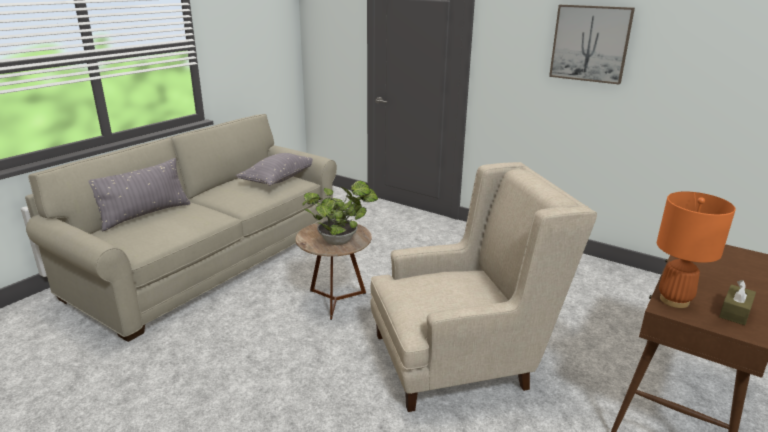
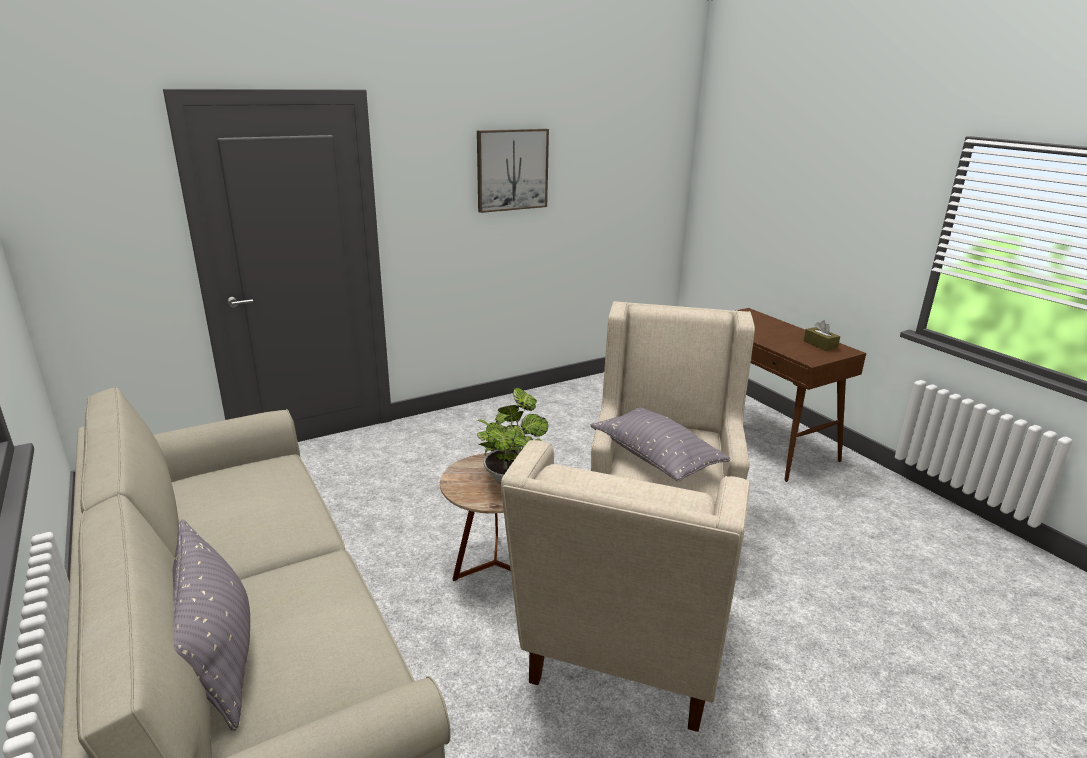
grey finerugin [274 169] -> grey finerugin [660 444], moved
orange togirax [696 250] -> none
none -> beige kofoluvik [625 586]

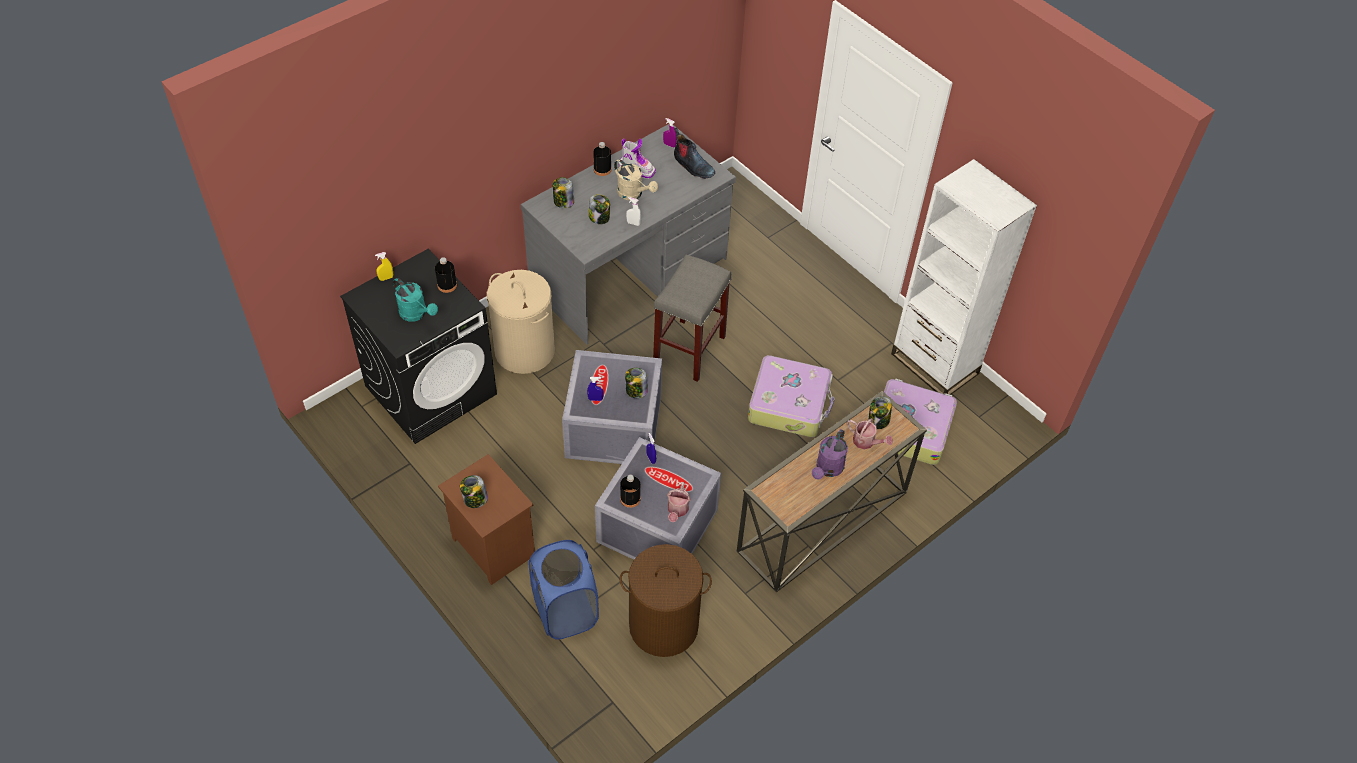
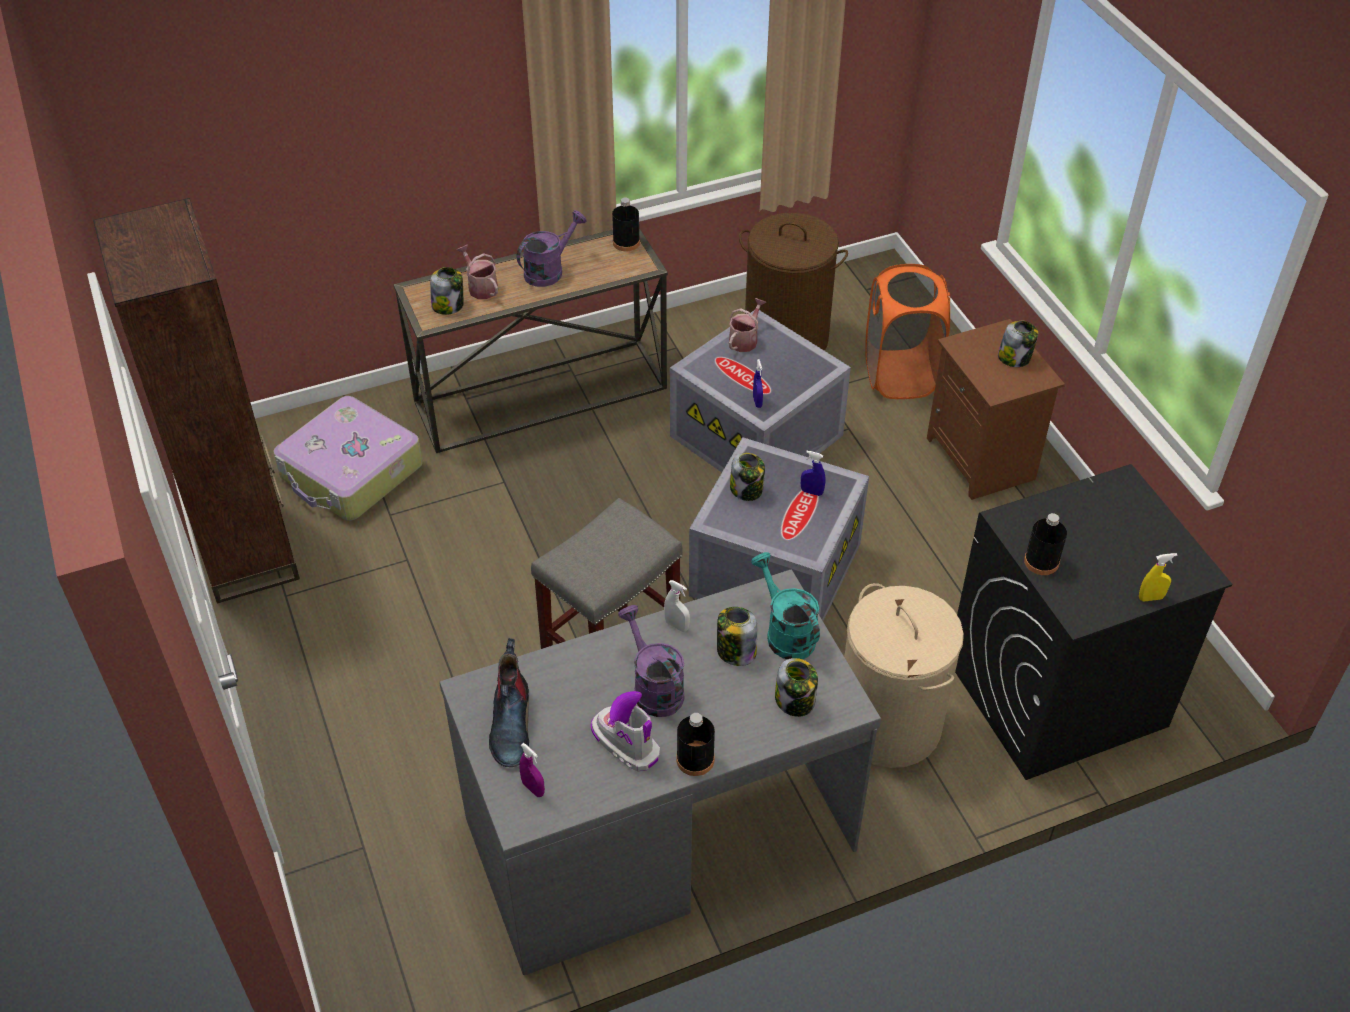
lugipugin [694 153] -> lugipugin [509 702], 150 degrees counterclockwise
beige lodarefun [636 179] -> purple lodarefun [651 661]
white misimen [964 277] -> brown misimen [196 401]
turquoise lodarefun [415 300] -> turquoise lodarefun [785 605], moved
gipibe [791 396] -> none
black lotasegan [630 491] -> black lotasegan [626 224], moved
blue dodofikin [564 590] -> orange dodofikin [907 331]

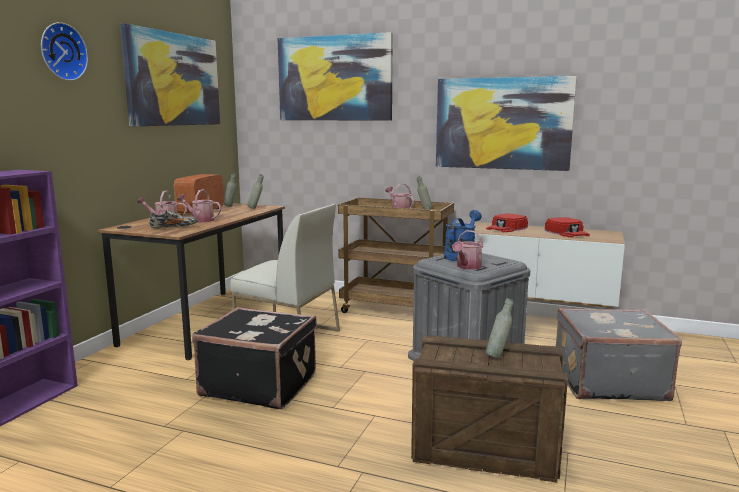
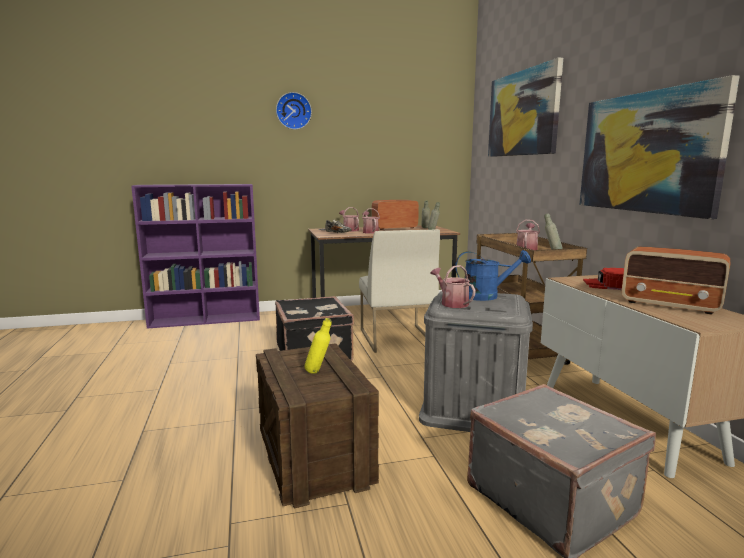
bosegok [170 75] -> none
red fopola [567 227] -> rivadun [676 281]
lodarefun [467 249] -> lodarefun [453 286], 60 degrees clockwise
grey lotasegan [500 328] -> yellow lotasegan [318 346]

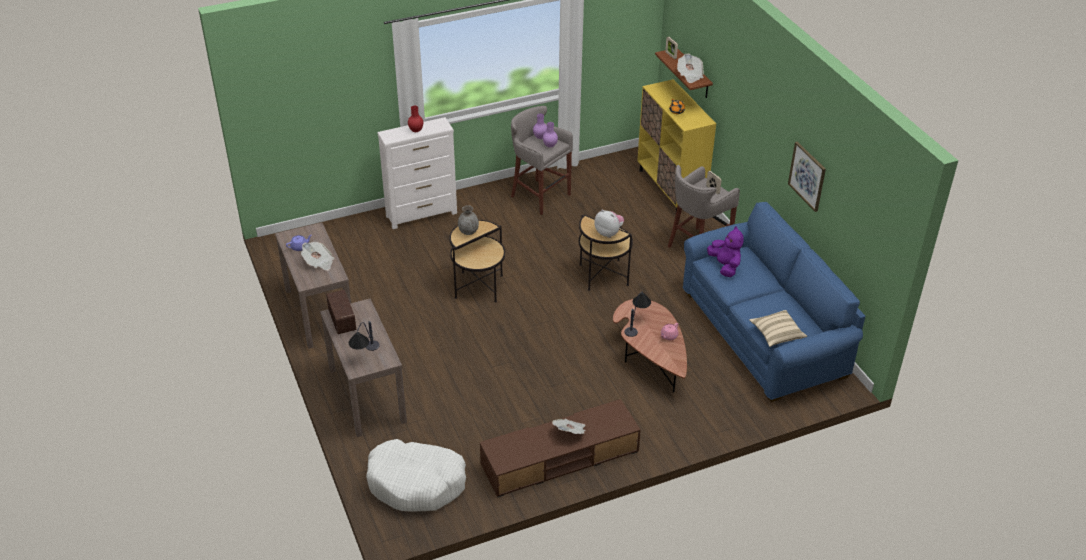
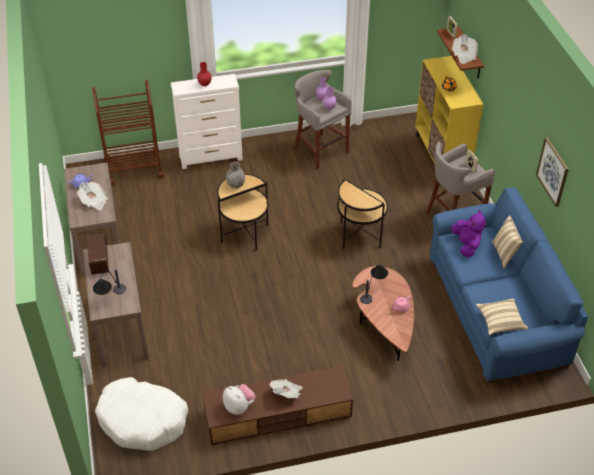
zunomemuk [609 223] -> zunomemuk [239 399], moved
none -> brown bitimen [128 133]
none -> beige finerugin [507 242]

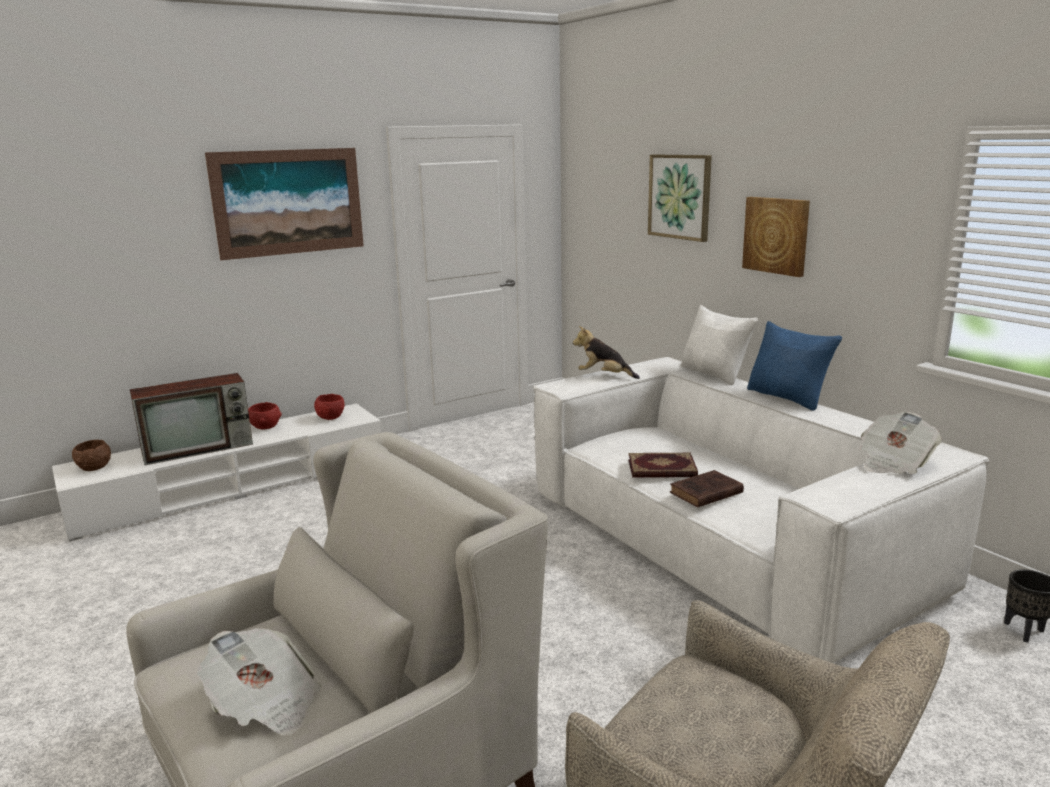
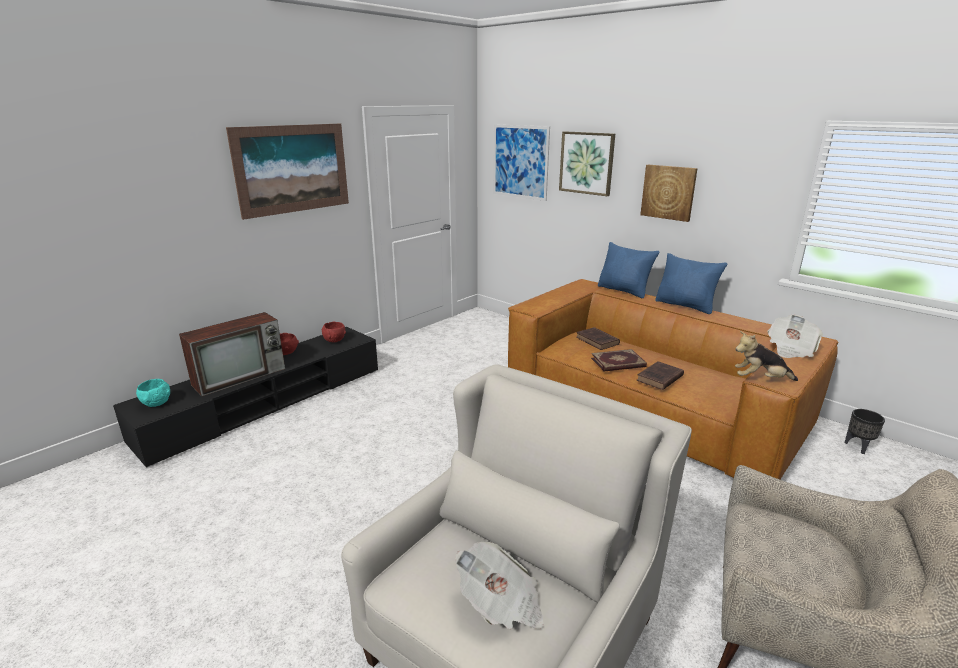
white finerugin [719 345] -> blue finerugin [628 270]
zunomemuk [606 352] -> zunomemuk [766 356], moved
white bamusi [761 510] -> brown bamusi [673 379]
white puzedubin [216 472] -> black puzedubin [245 397]
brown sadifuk [91 455] -> turquoise sadifuk [153 393]
none -> bosegok [521 162]
none -> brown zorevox [598 338]

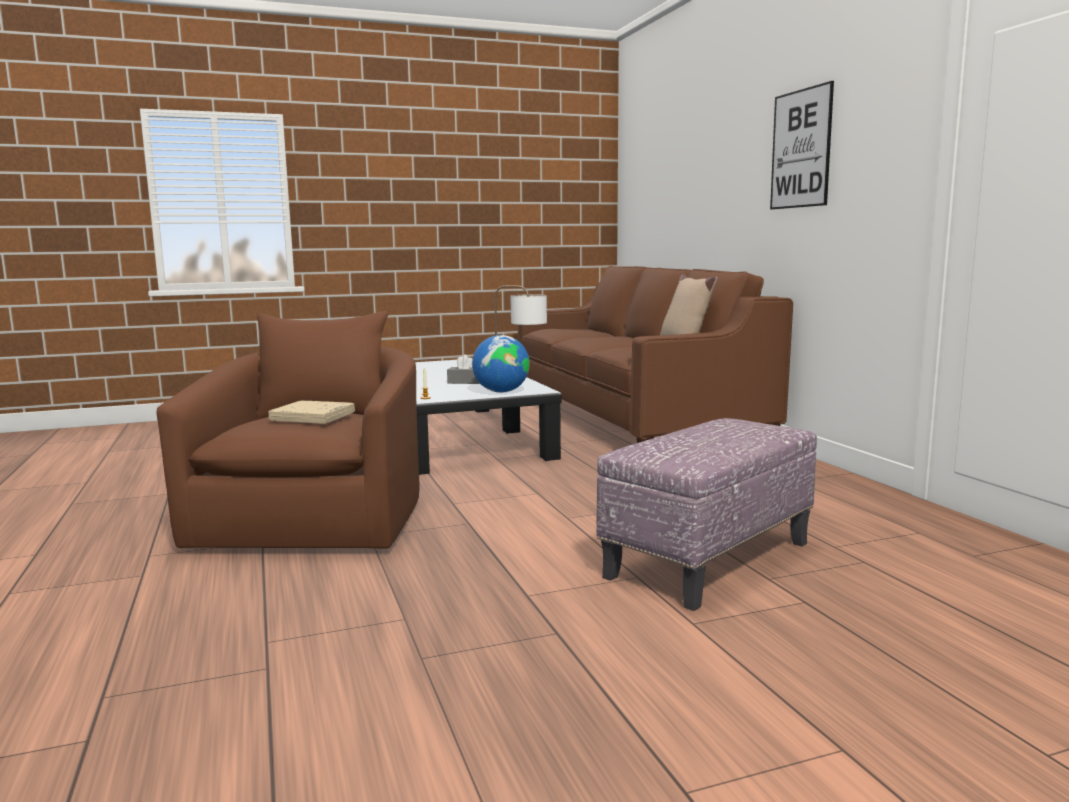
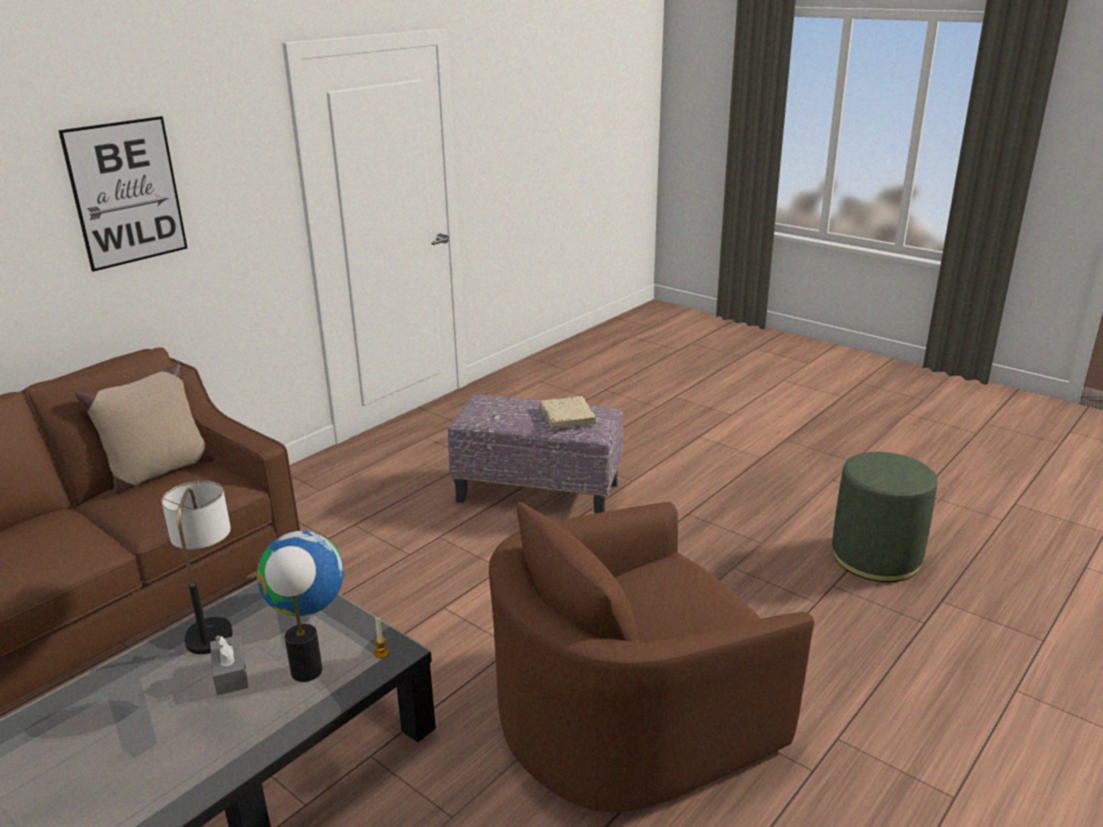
beige zorevox [311 412] -> beige zorevox [568 412], moved
none -> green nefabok [885 517]
none -> togirax [294 614]

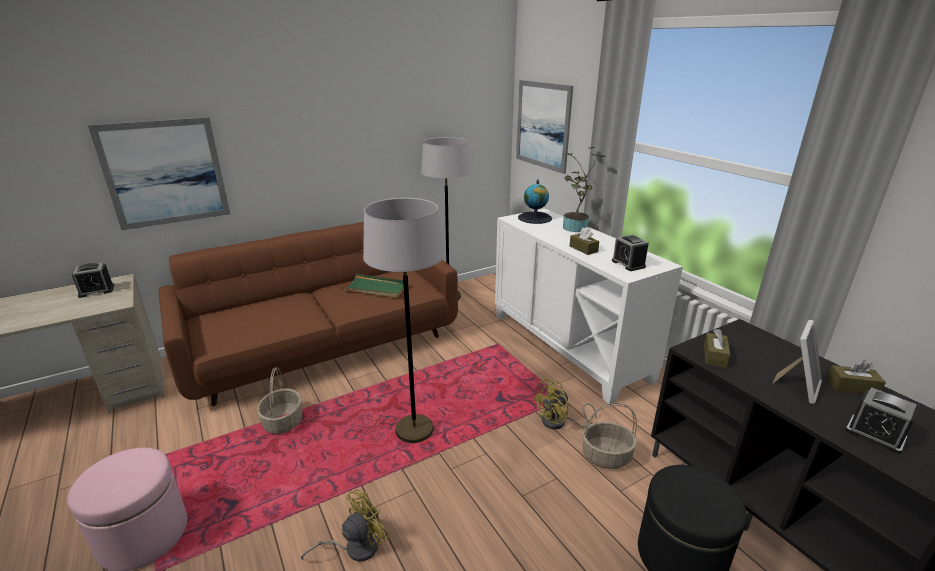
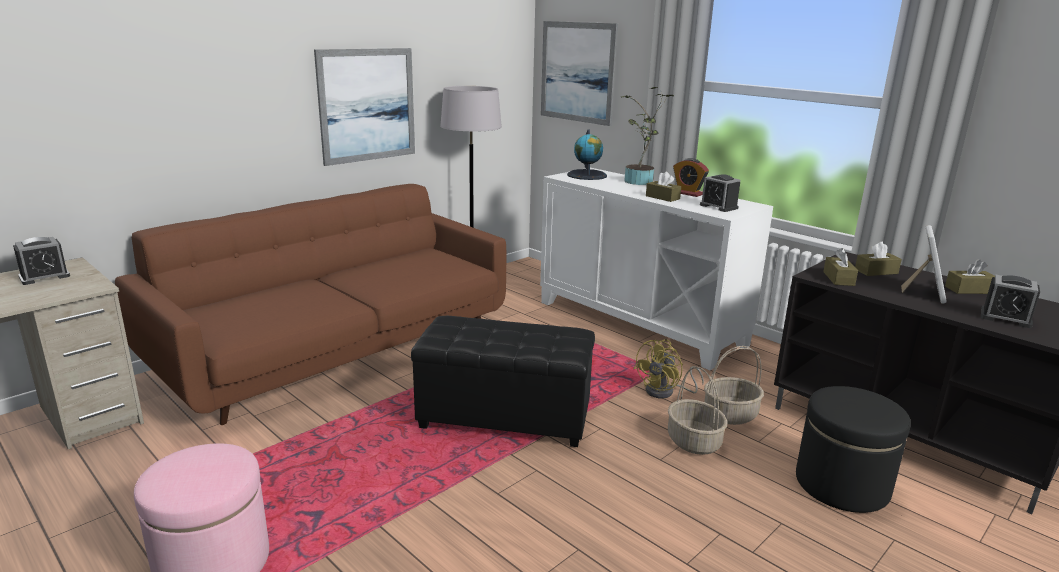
bosegok [159 173] -> bosegok [364 107], moved
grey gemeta [403 320] -> black nefabok [503 381]
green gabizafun [373 286] -> none
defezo [279 400] -> defezo [698 411], moved
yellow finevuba [345 526] -> none
none -> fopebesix [691 177]
none -> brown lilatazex [878 259]

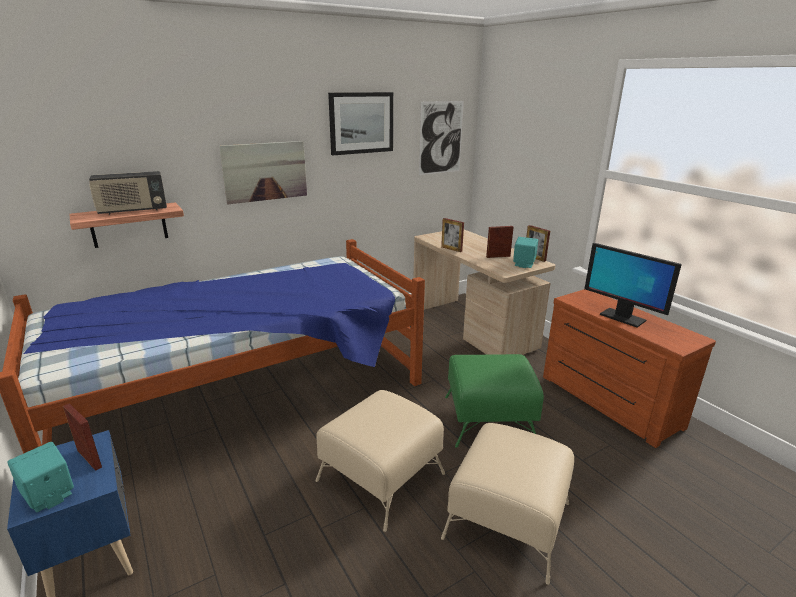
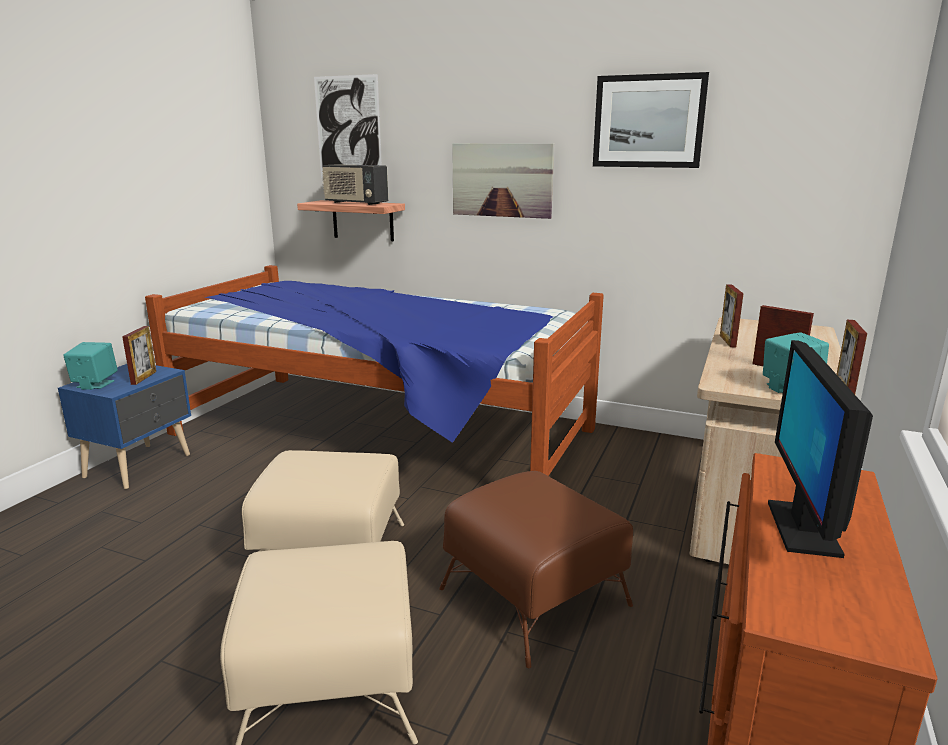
bosegok [441 138] -> bosegok [348 126], moved
green nefabok [494 401] -> brown nefabok [536 569]

